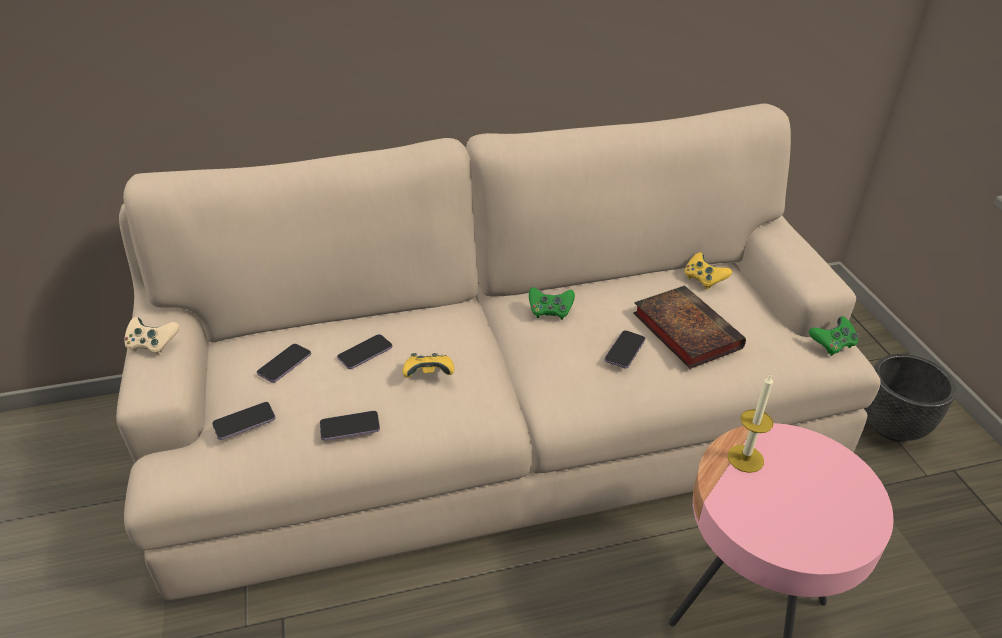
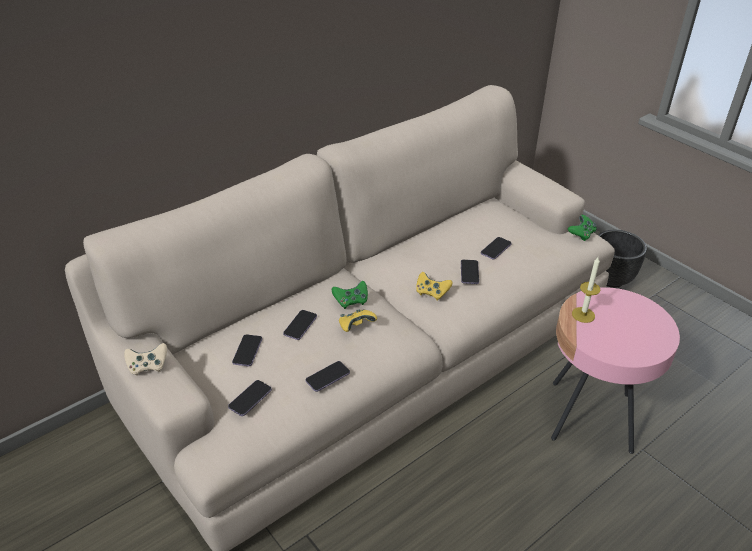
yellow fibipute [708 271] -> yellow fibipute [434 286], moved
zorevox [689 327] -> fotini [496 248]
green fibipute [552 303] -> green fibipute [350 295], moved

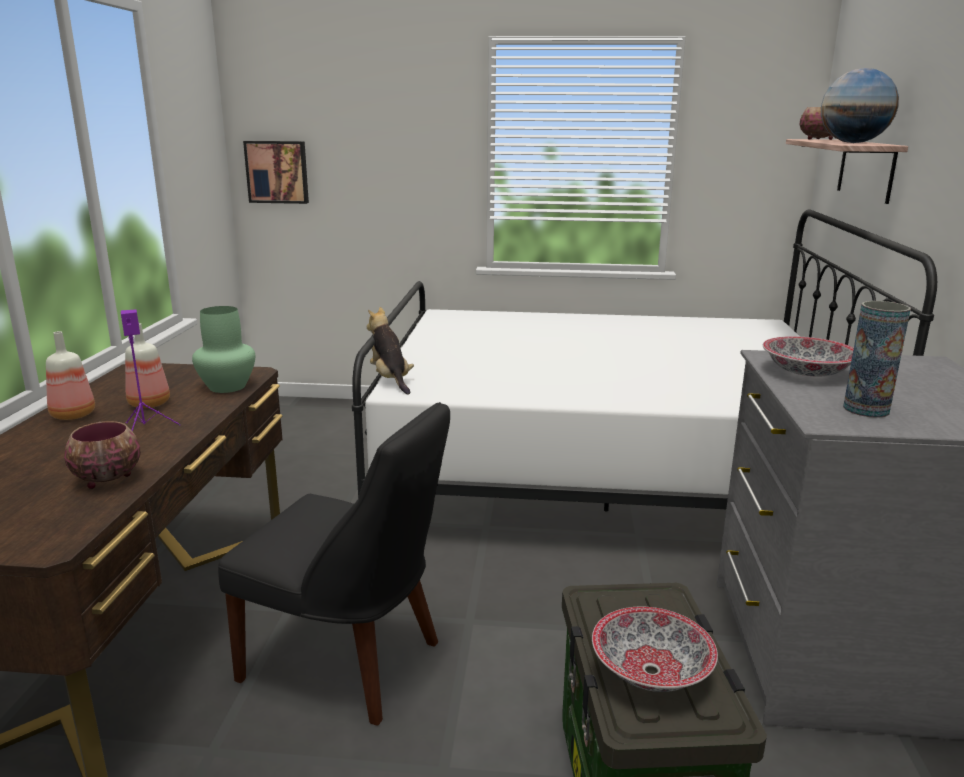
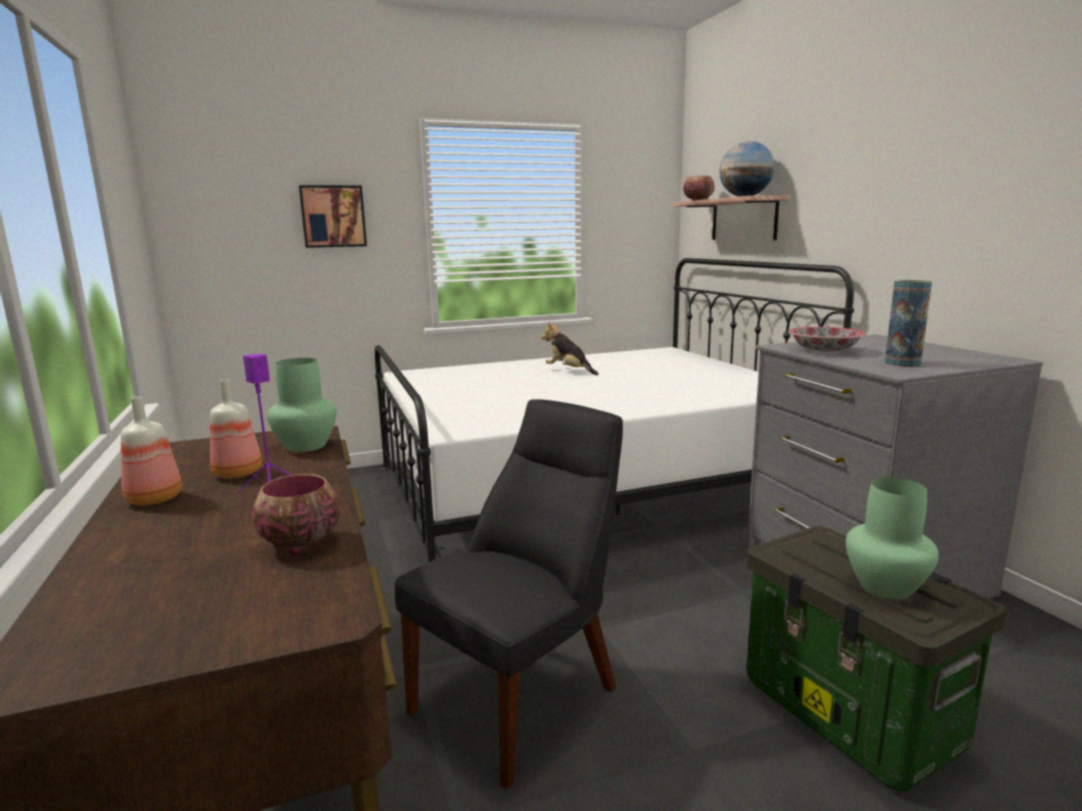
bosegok [276 172] -> bosegok [333 216], moved
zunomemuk [390 351] -> zunomemuk [570 348], moved
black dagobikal [334 564] -> black dagobikal [509 594], 45 degrees counterclockwise
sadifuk [655 649] -> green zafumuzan [892 538]

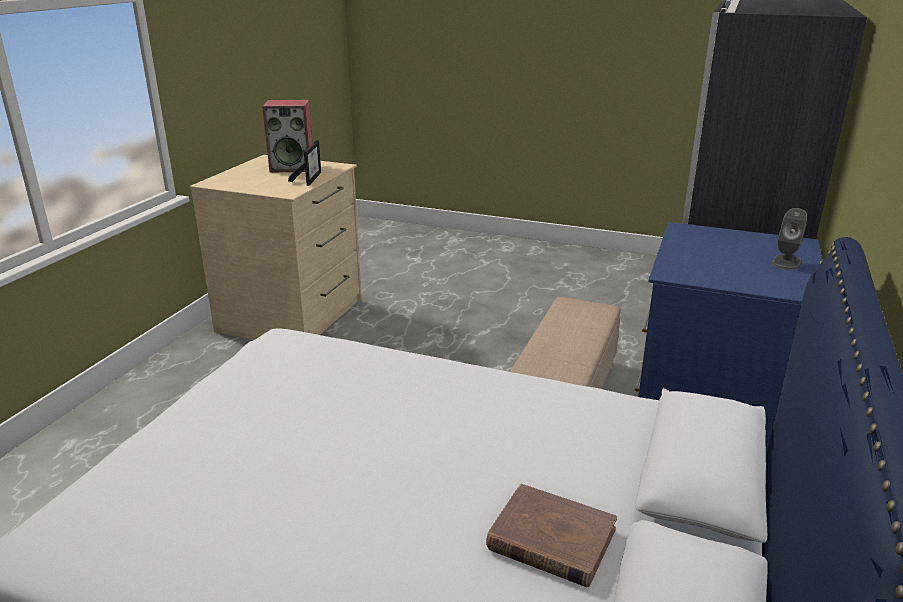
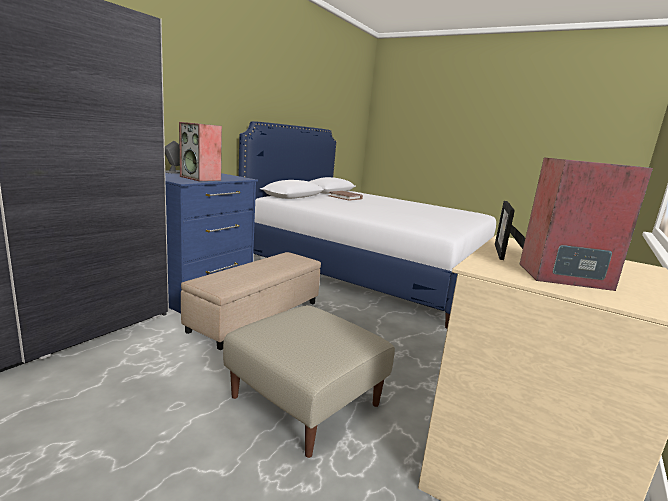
none -> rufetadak [200 151]
none -> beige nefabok [309 381]

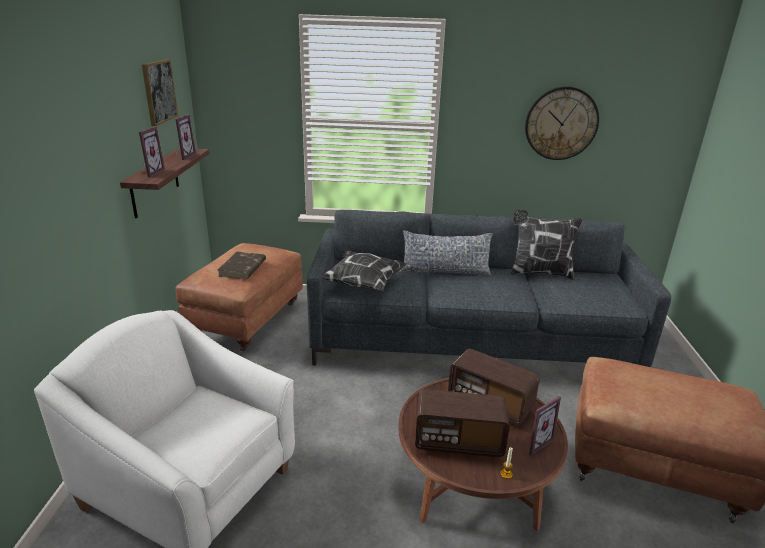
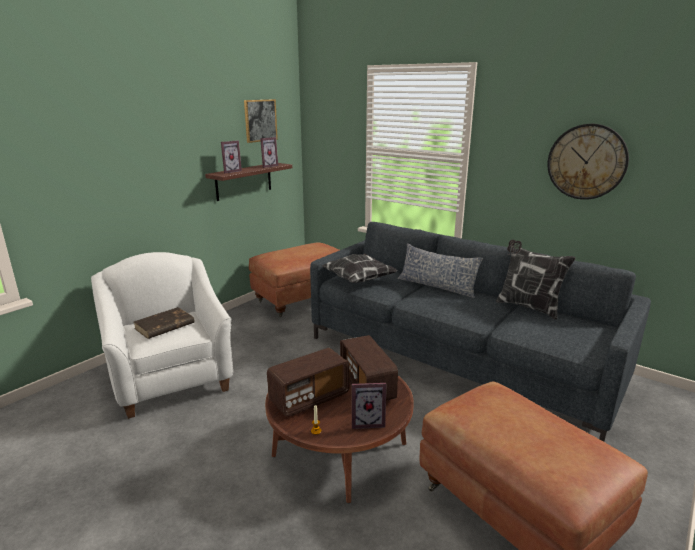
brown zorevox [242 266] -> brown zorevox [164 323], moved
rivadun [462 423] -> rivadun [308 382], 75 degrees counterclockwise

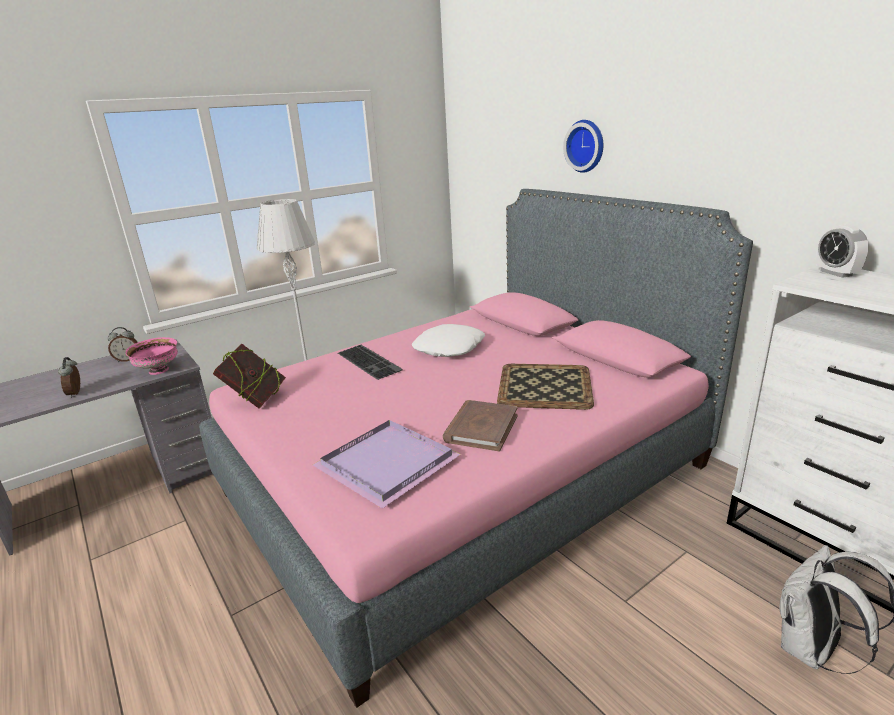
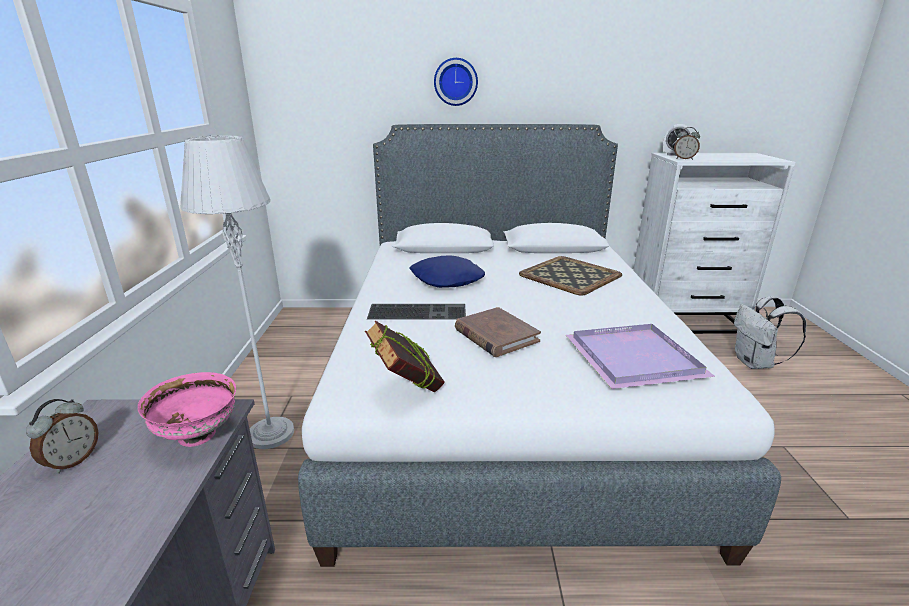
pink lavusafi [476 448] -> white lavusafi [539 345]
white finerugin [448 340] -> blue finerugin [447 271]
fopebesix [69 377] -> fopebesix [687 143], moved
brown zorevox [480 425] -> brown zorevox [498 332], moved

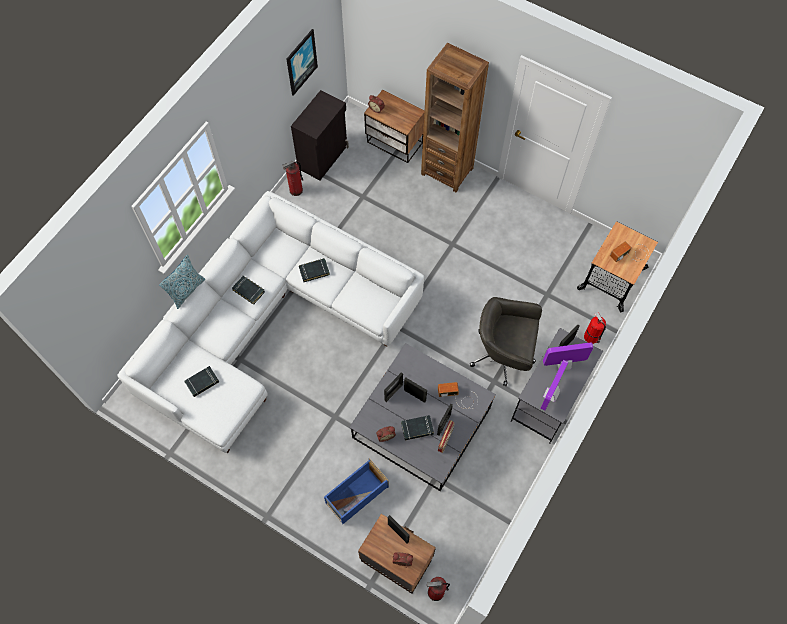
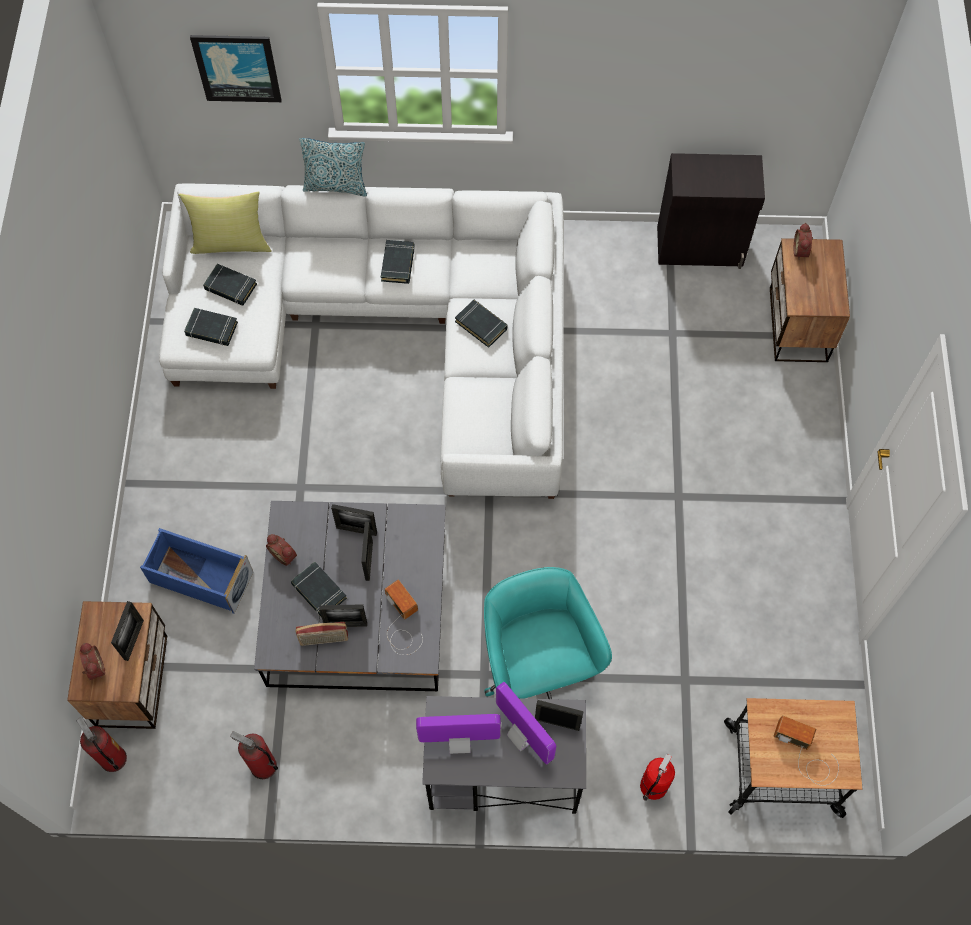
bosegok [302 62] -> bosegok [236 68], moved
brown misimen [455 117] -> none
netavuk [293 178] -> netavuk [254 755], moved
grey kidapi [506 341] -> turquoise kidapi [548 633]
none -> yellow finerugin [225 222]
none -> black zorevox [211 327]

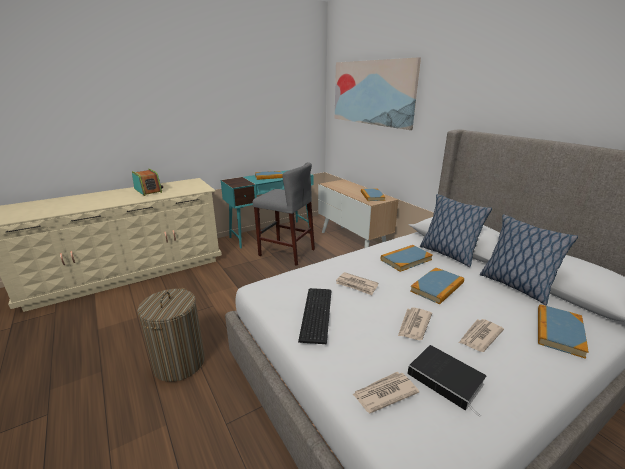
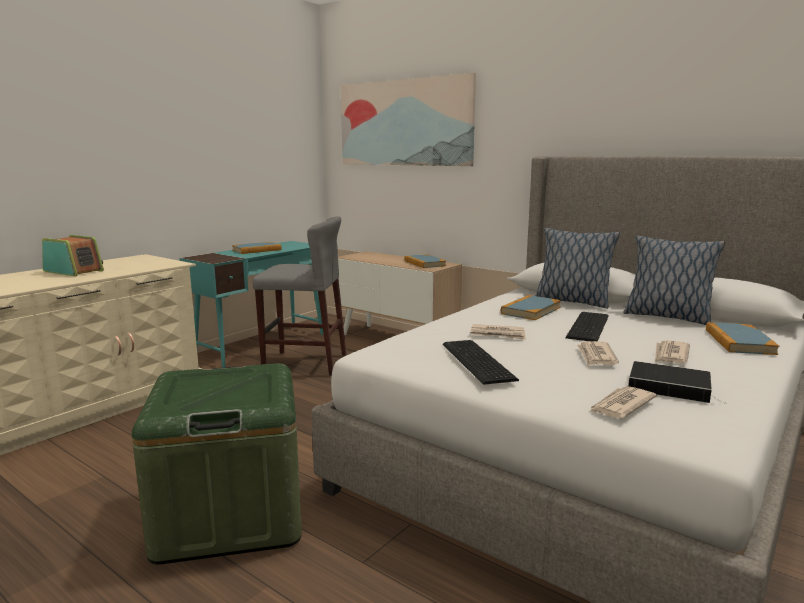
zorevox [437 285] -> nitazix [587 326]
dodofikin [171 335] -> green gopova [217 464]

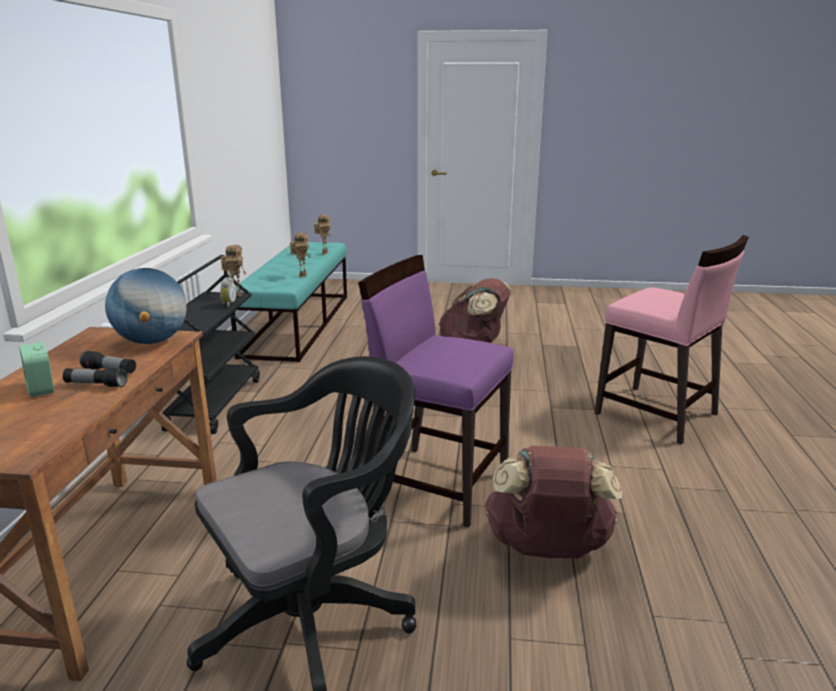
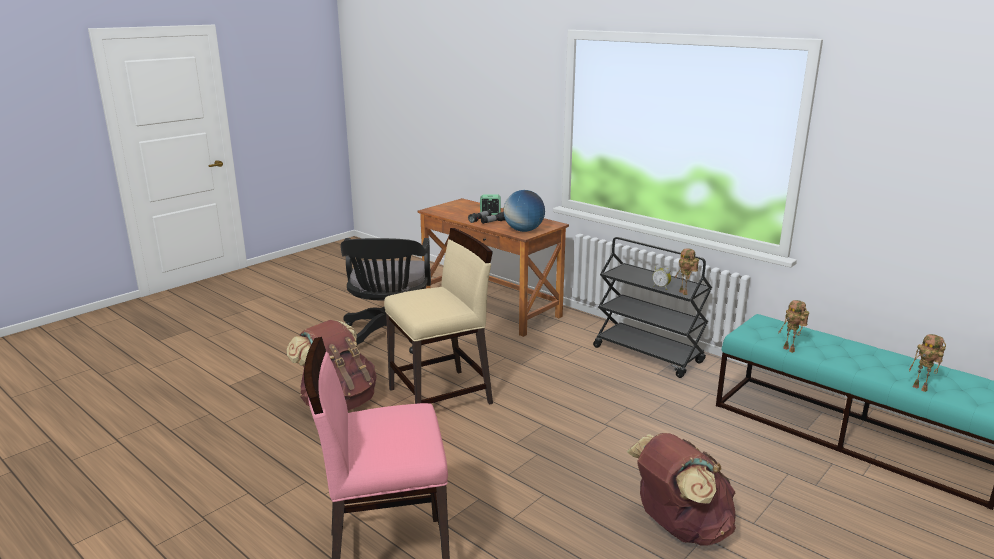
purple dagobikal [436 391] -> beige dagobikal [438 316]

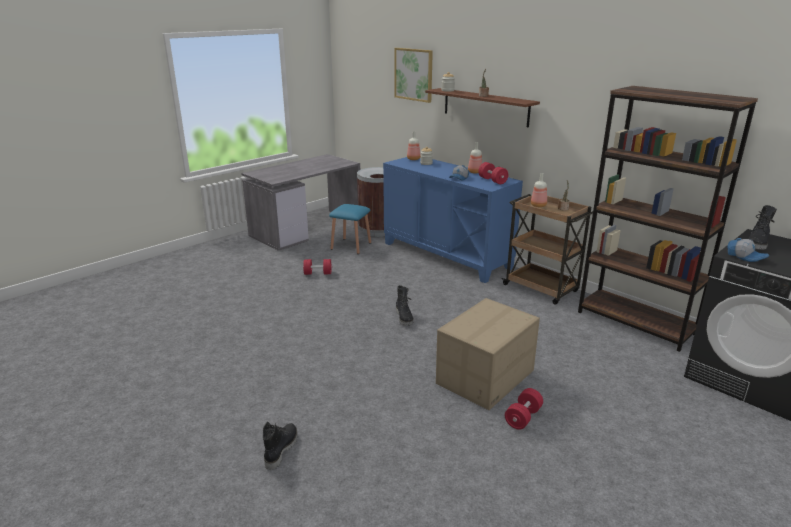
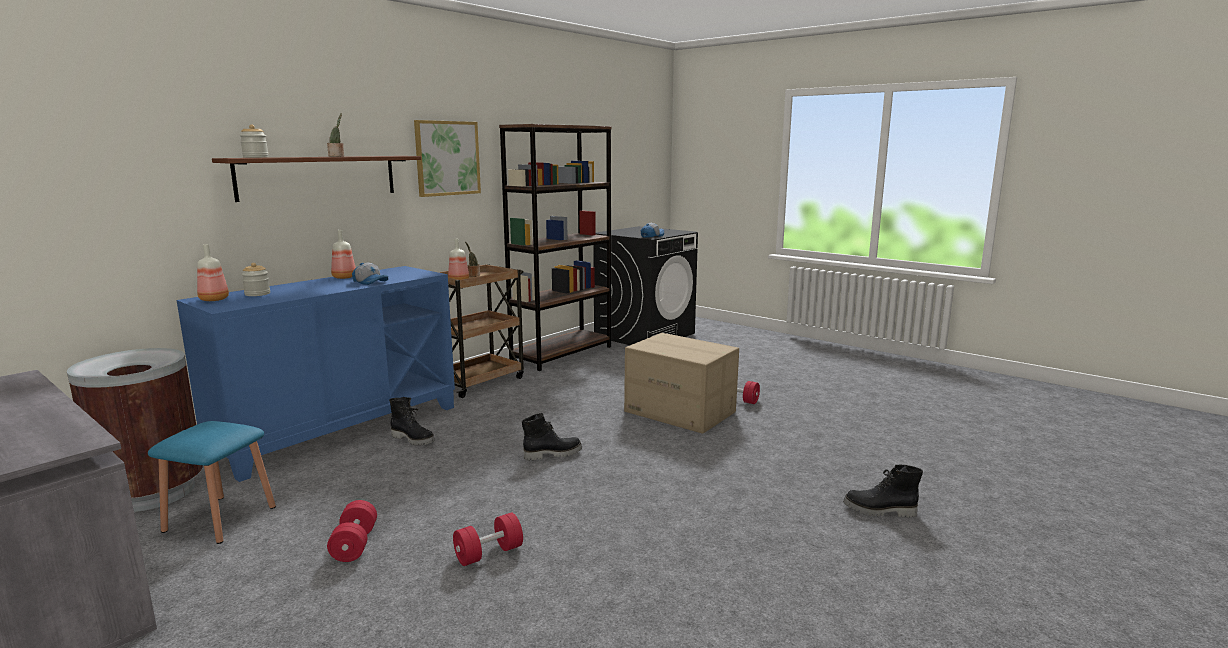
bosegok [413 75] -> bosegok [447 158], moved
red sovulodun [493 173] -> red sovulodun [488 539], moved
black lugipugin [763 227] -> black lugipugin [412 421], moved

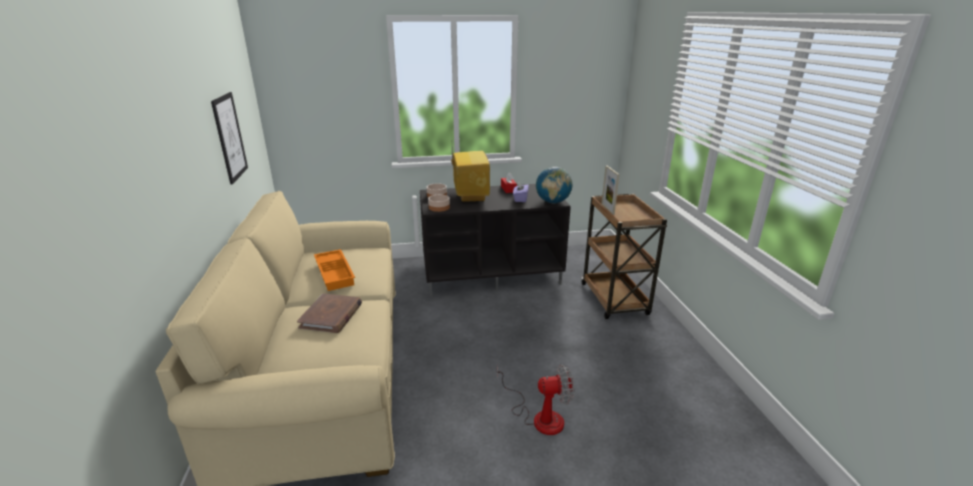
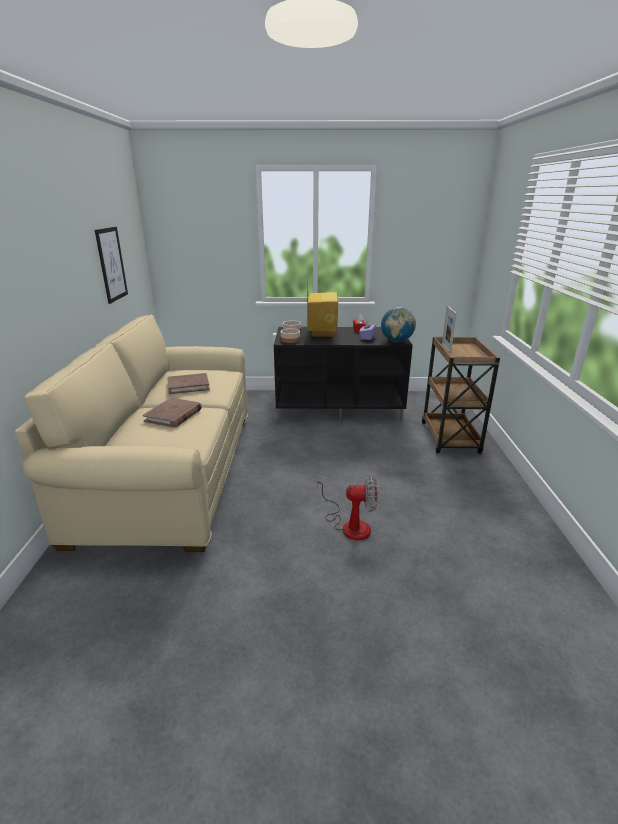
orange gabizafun [334 270] -> brown zorevox [188 383]

